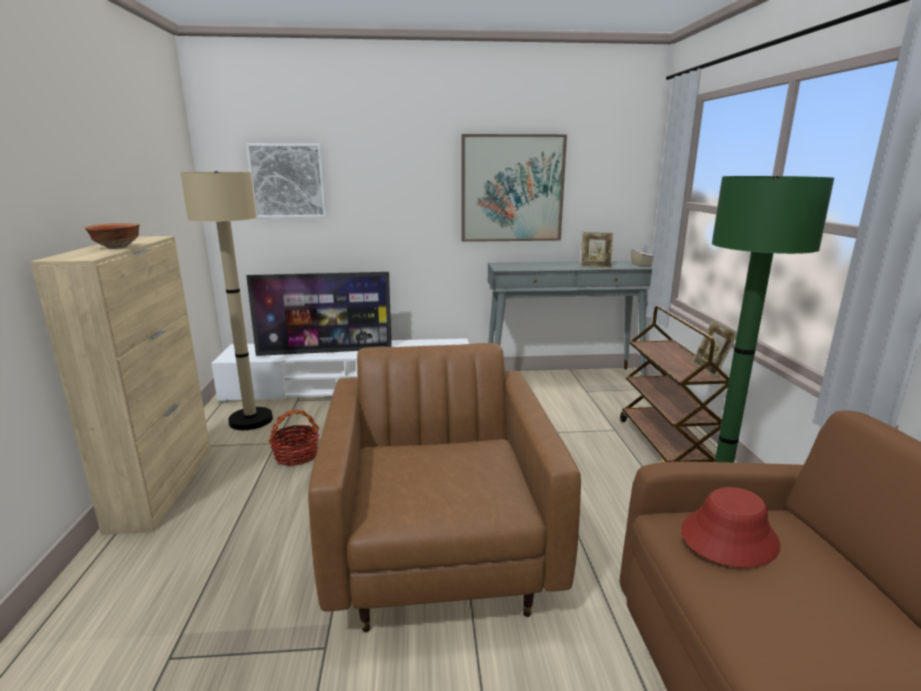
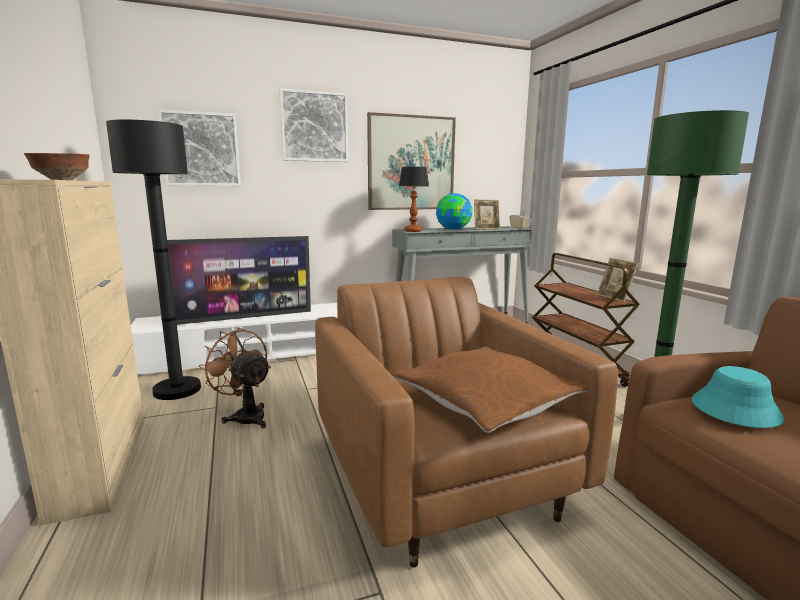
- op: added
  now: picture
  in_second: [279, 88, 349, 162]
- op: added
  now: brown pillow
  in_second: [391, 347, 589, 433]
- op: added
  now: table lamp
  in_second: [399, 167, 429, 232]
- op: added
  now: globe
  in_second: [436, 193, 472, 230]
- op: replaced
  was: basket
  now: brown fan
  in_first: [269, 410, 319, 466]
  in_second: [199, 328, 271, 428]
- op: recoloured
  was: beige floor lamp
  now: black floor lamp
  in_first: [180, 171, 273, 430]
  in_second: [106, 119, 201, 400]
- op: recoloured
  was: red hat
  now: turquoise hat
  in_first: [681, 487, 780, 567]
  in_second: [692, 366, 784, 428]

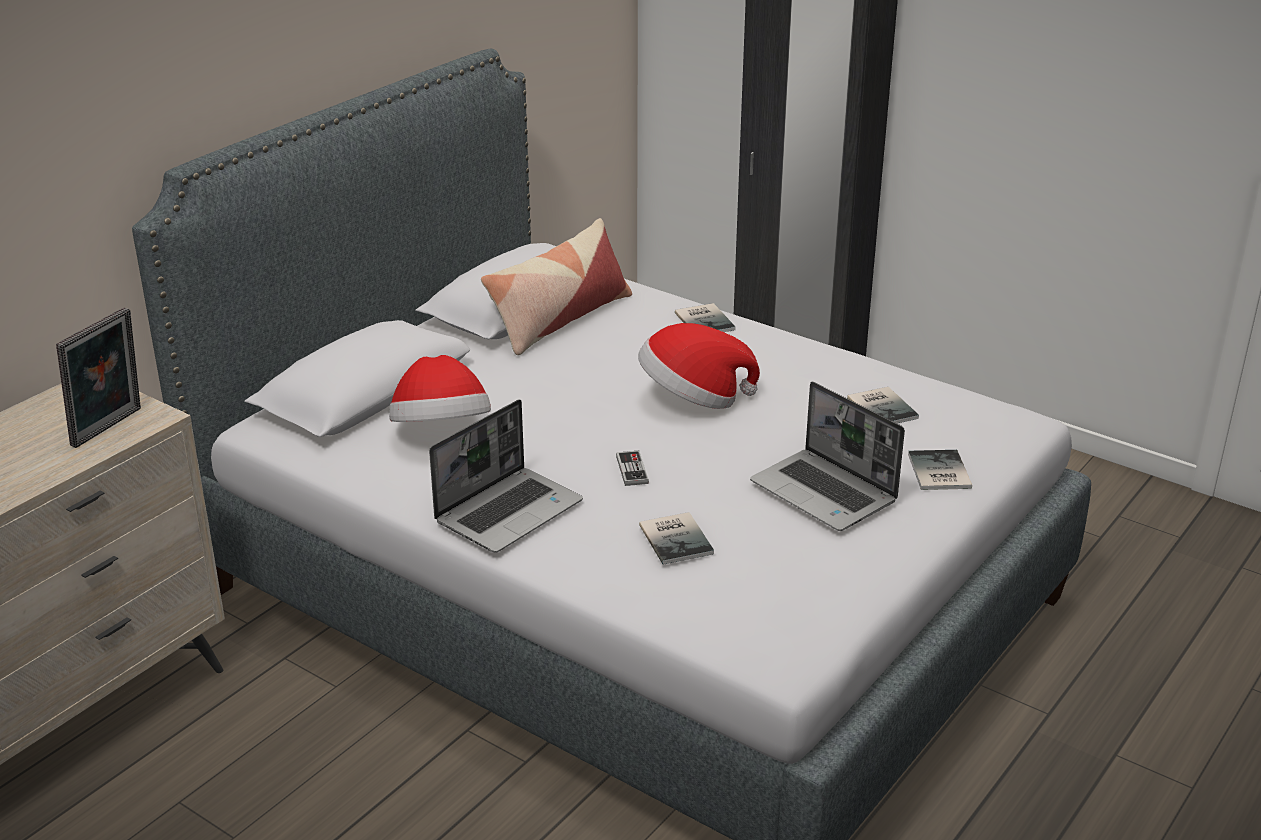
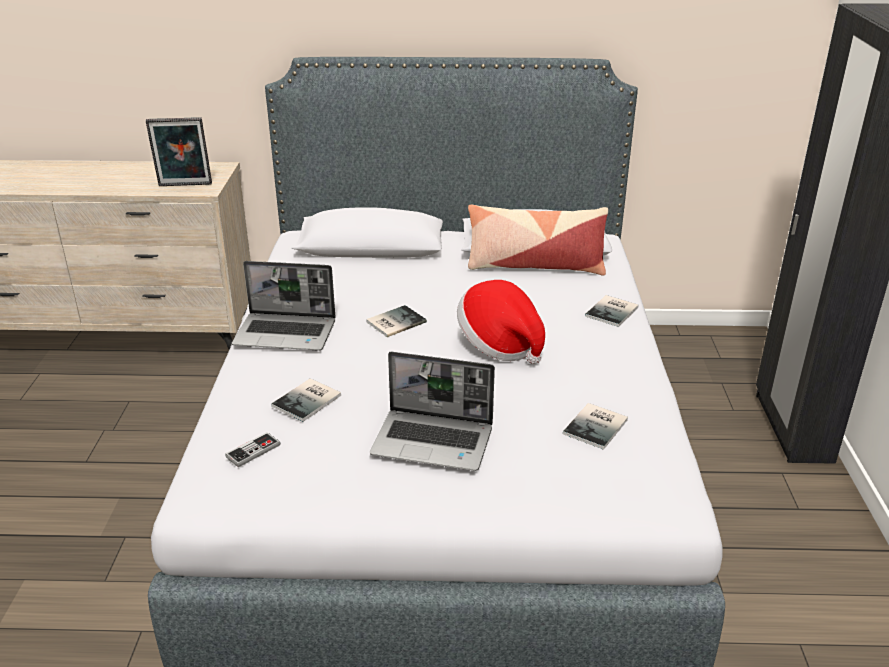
- op: removed
  was: hat
  in_first: [389, 355, 491, 422]
- op: moved
  was: game controller
  in_first: [616, 451, 649, 486]
  in_second: [225, 432, 280, 467]
- op: moved
  was: book
  in_first: [908, 450, 972, 490]
  in_second: [366, 305, 427, 337]
- op: turned
  was: laptop
  in_first: [750, 382, 905, 531]
  in_second: [370, 352, 495, 471]
  clockwise: -90

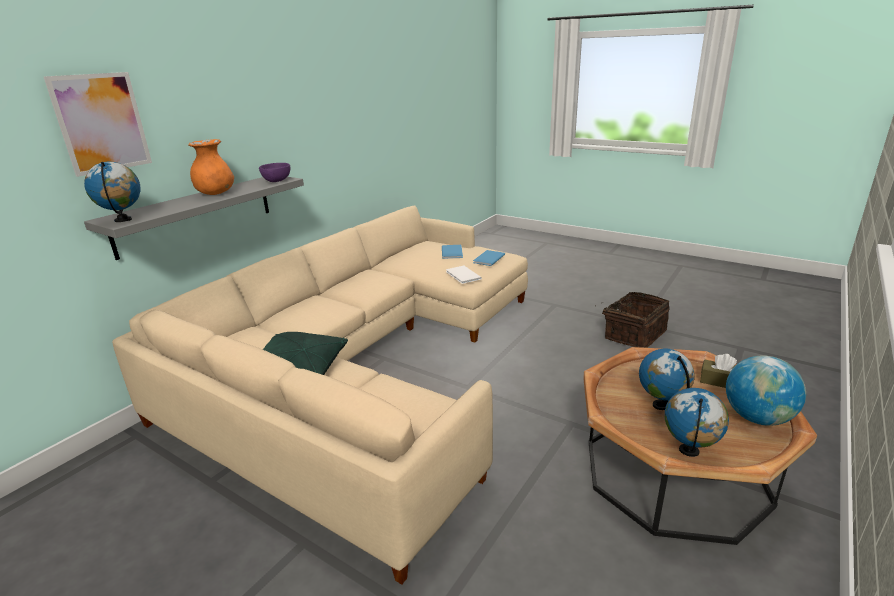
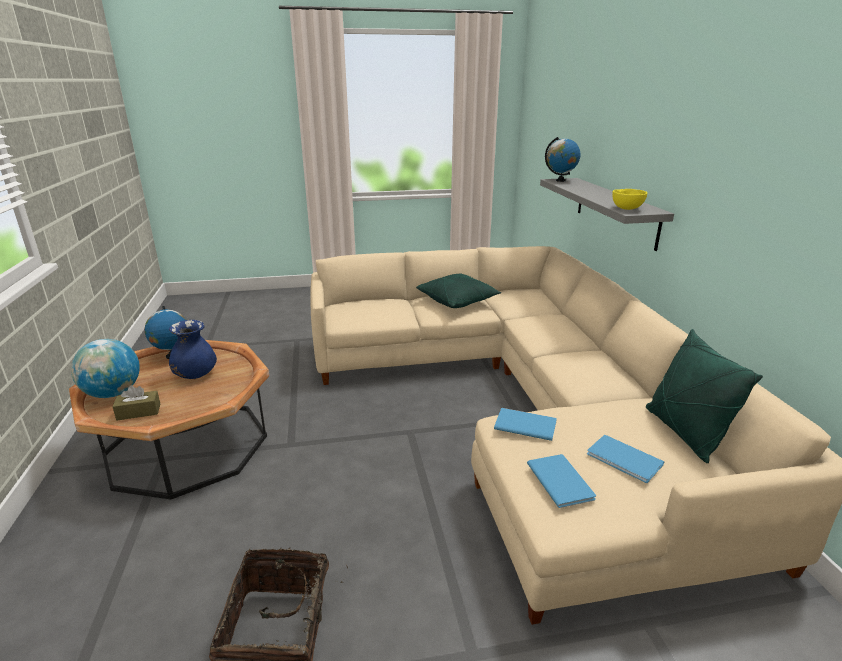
- op: removed
  was: picture
  in_first: [44, 72, 152, 177]
- op: removed
  was: orange vase
  in_first: [188, 139, 234, 195]
- op: added
  now: green pillow
  in_second: [646, 329, 763, 463]
- op: replaced
  was: globe
  now: blue vase
  in_first: [639, 349, 695, 410]
  in_second: [169, 320, 217, 379]
- op: recoloured
  was: purple bowl
  now: yellow bowl
  in_first: [259, 163, 290, 182]
  in_second: [612, 189, 647, 210]
- op: recoloured
  was: white book
  now: blue book
  in_first: [446, 266, 482, 284]
  in_second: [494, 408, 557, 441]

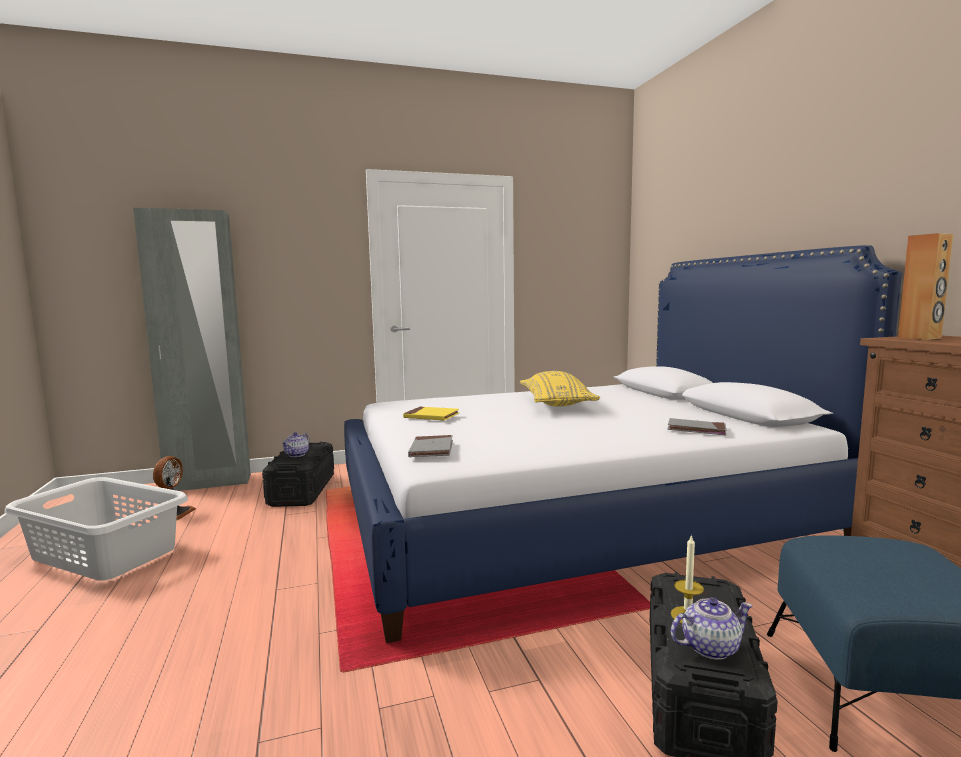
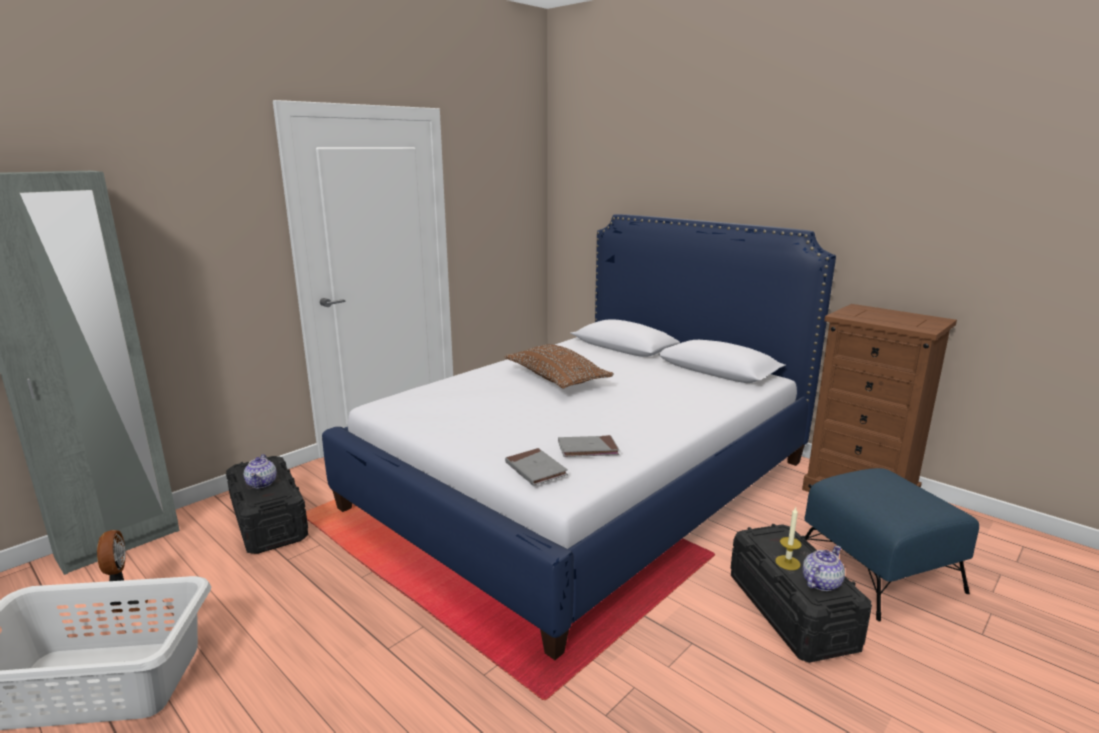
- op: removed
  was: yellow book
  in_first: [403, 406, 459, 421]
- op: removed
  was: brown speaker
  in_first: [898, 233, 953, 340]
- op: moved
  was: grey book
  in_first: [667, 418, 727, 436]
  in_second: [558, 435, 619, 457]
- op: recoloured
  was: yellow pillow
  now: brown pillow
  in_first: [520, 371, 600, 406]
  in_second: [505, 344, 614, 389]

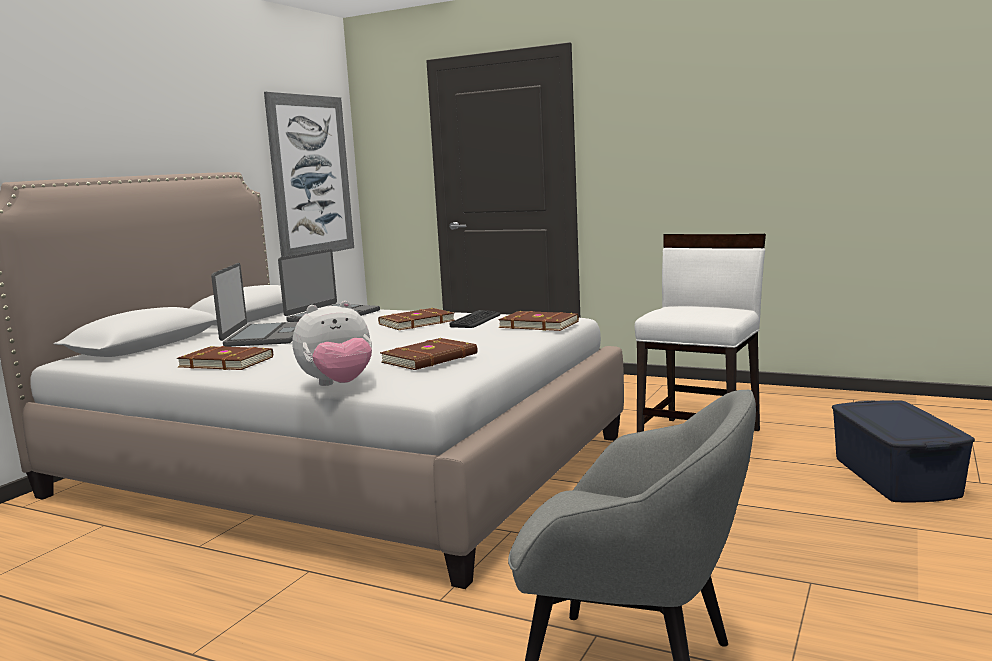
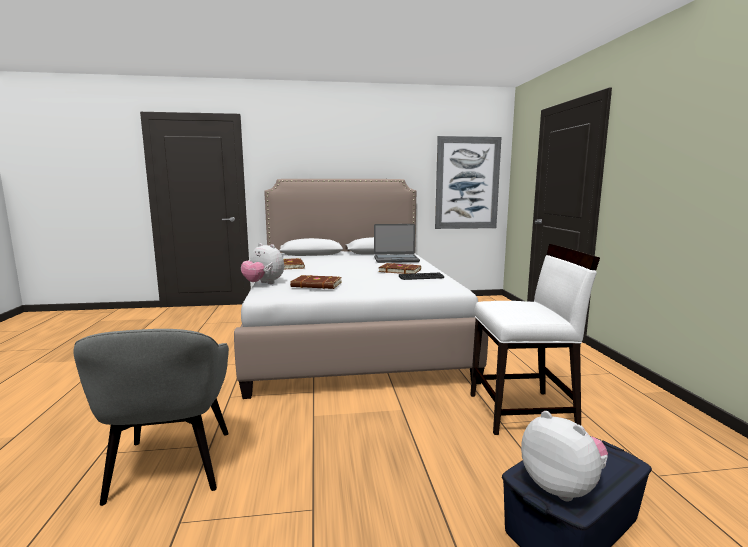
- op: removed
  was: laptop
  in_first: [211, 263, 298, 347]
- op: removed
  was: brown book
  in_first: [498, 311, 579, 331]
- op: added
  now: plush toy
  in_second: [521, 411, 608, 501]

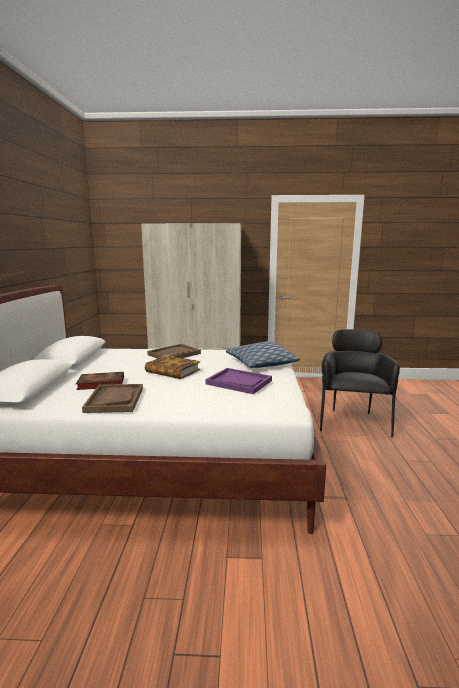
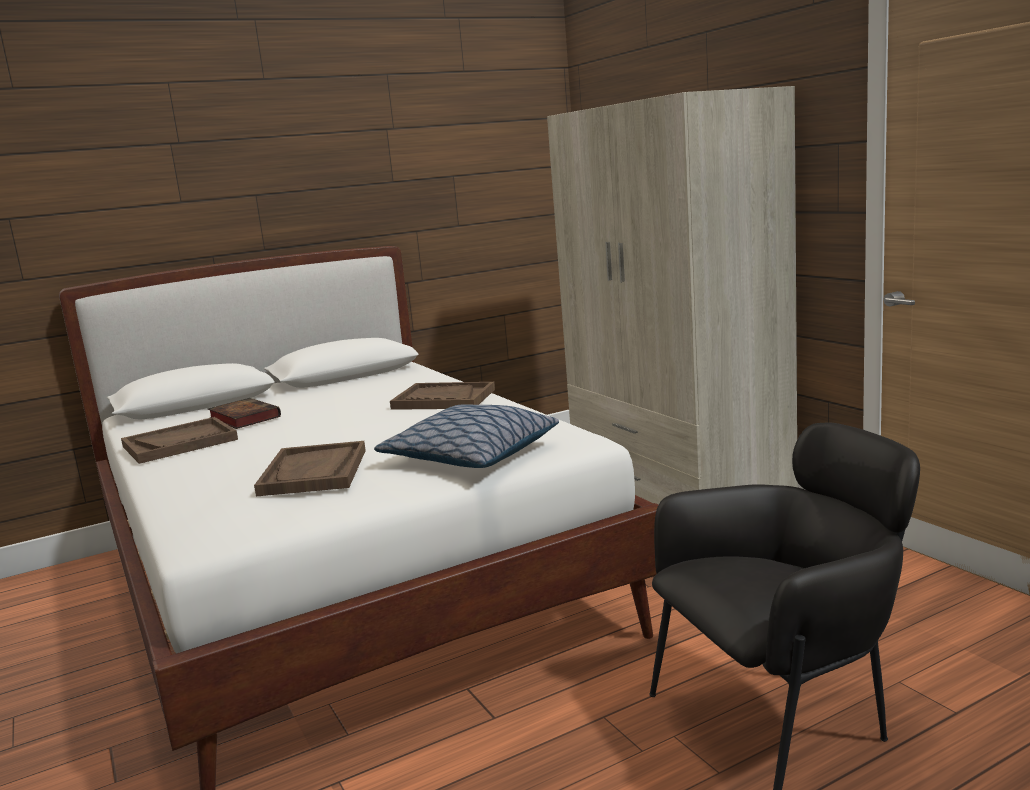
- op: removed
  was: book
  in_first: [145, 355, 200, 379]
- op: recoloured
  was: purple tray
  now: brown tray
  in_first: [206, 368, 272, 394]
  in_second: [254, 441, 366, 497]

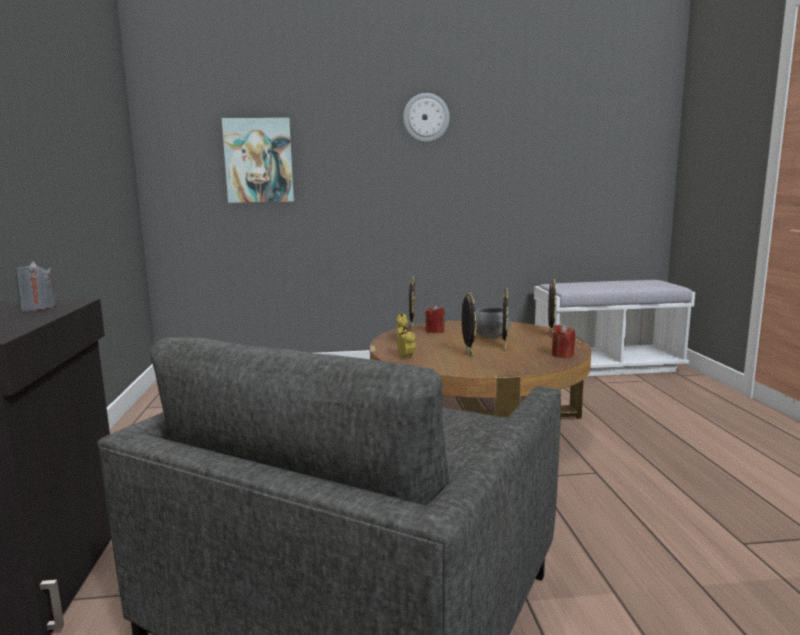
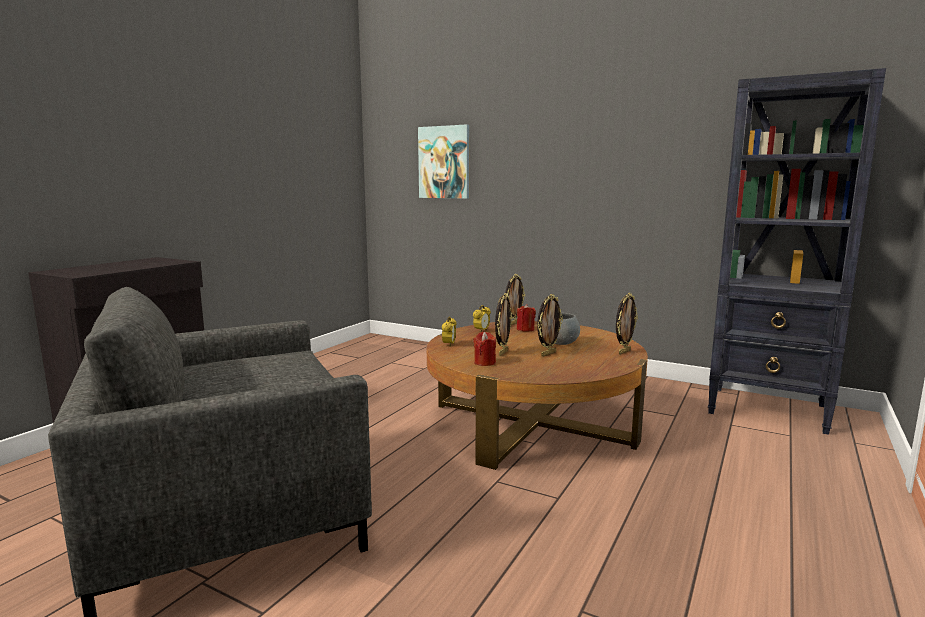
- op: removed
  was: grey candle
  in_first: [14, 261, 56, 311]
- op: removed
  was: wall clock
  in_first: [403, 93, 450, 142]
- op: moved
  was: red candle
  in_first: [552, 324, 575, 358]
  in_second: [474, 332, 496, 366]
- op: replaced
  was: white bench
  now: black bookcase
  in_first: [534, 280, 695, 376]
  in_second: [708, 68, 886, 435]

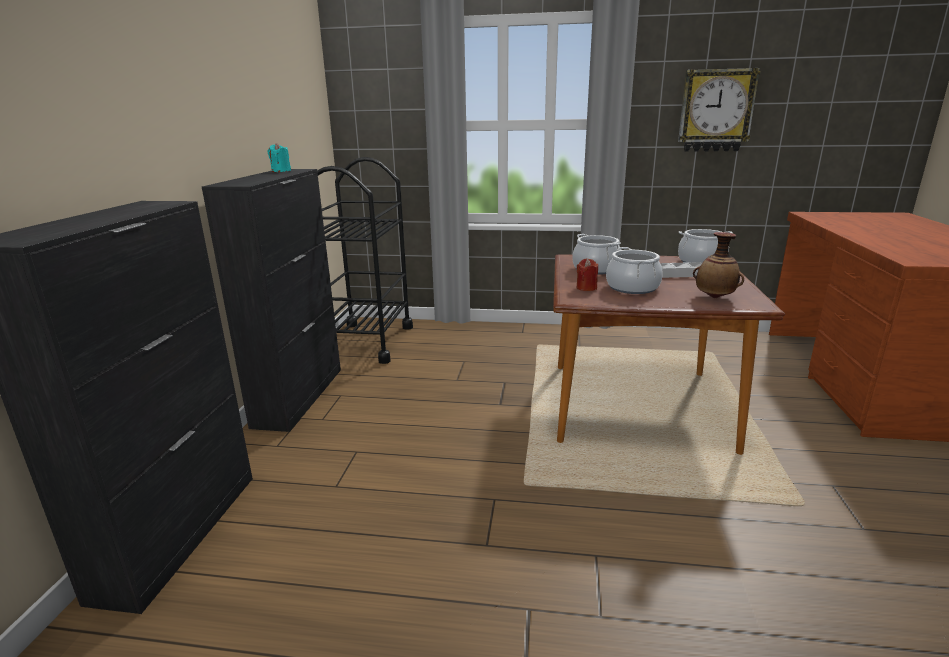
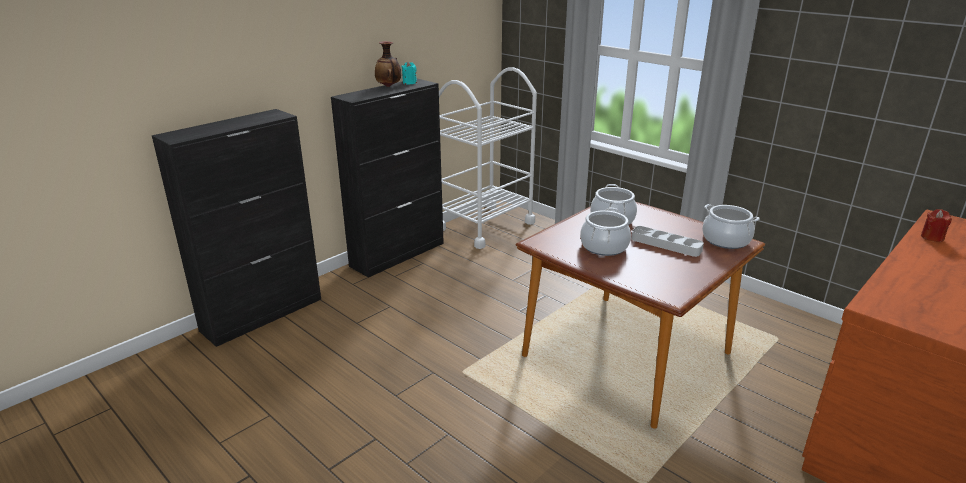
- op: removed
  was: wall clock
  in_first: [678, 68, 761, 152]
- op: moved
  was: red candle
  in_first: [577, 258, 598, 291]
  in_second: [921, 209, 952, 242]
- op: moved
  was: vase
  in_first: [693, 232, 744, 298]
  in_second: [375, 41, 401, 87]
- op: recoloured
  was: black cart
  now: white cart
  in_first: [317, 157, 413, 364]
  in_second: [439, 67, 537, 249]

